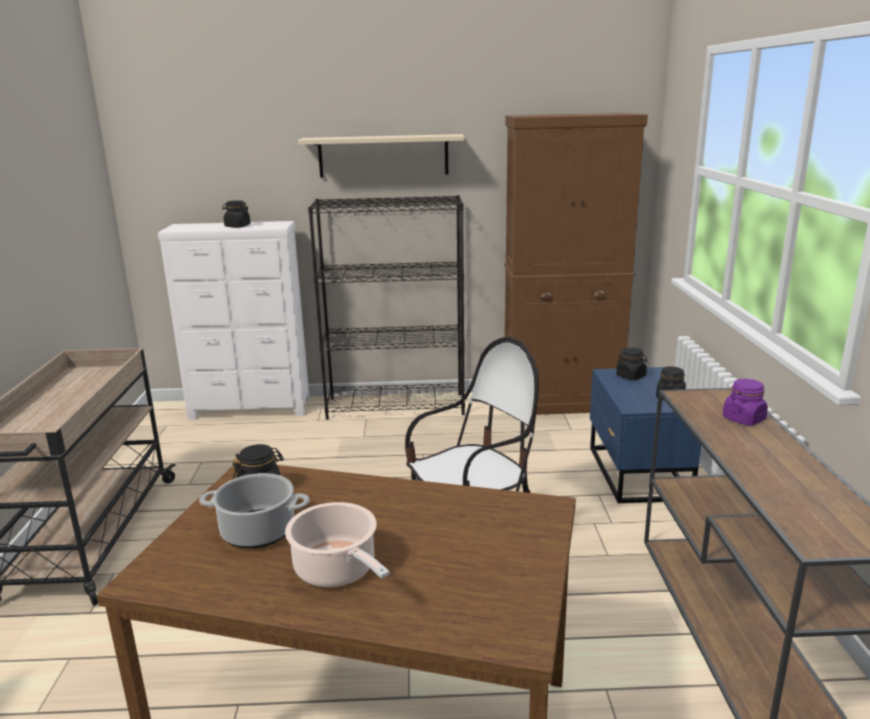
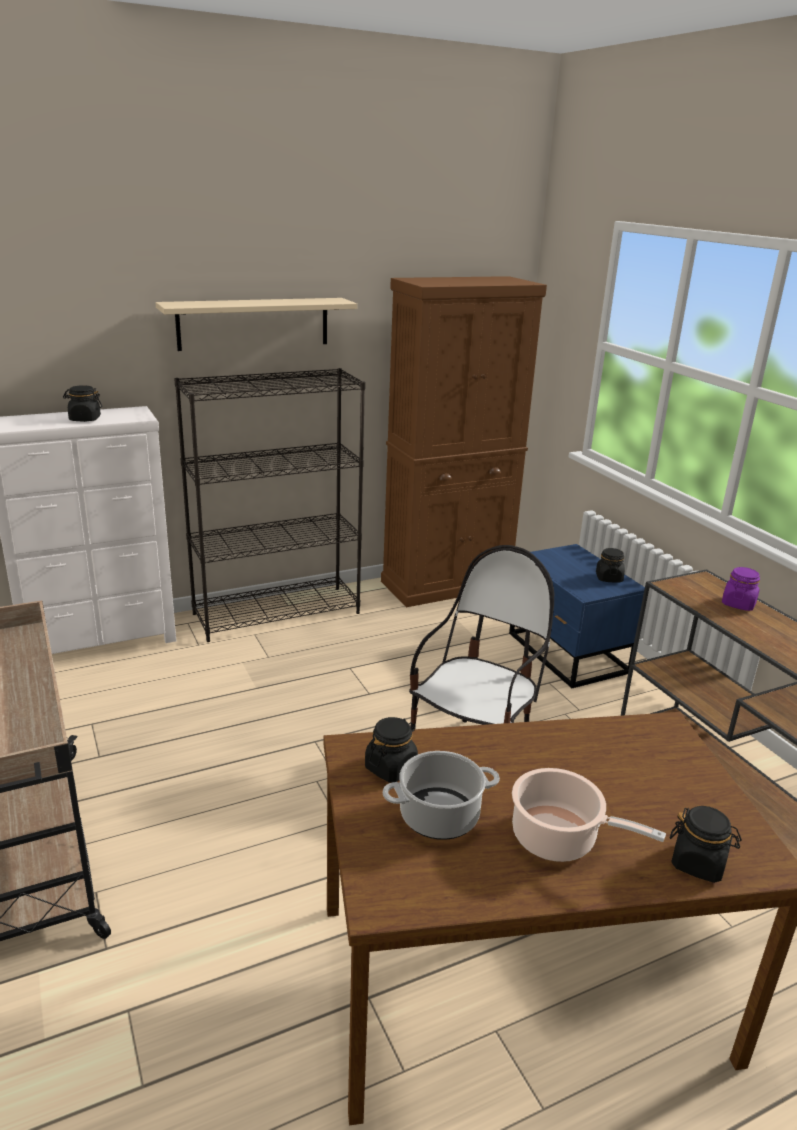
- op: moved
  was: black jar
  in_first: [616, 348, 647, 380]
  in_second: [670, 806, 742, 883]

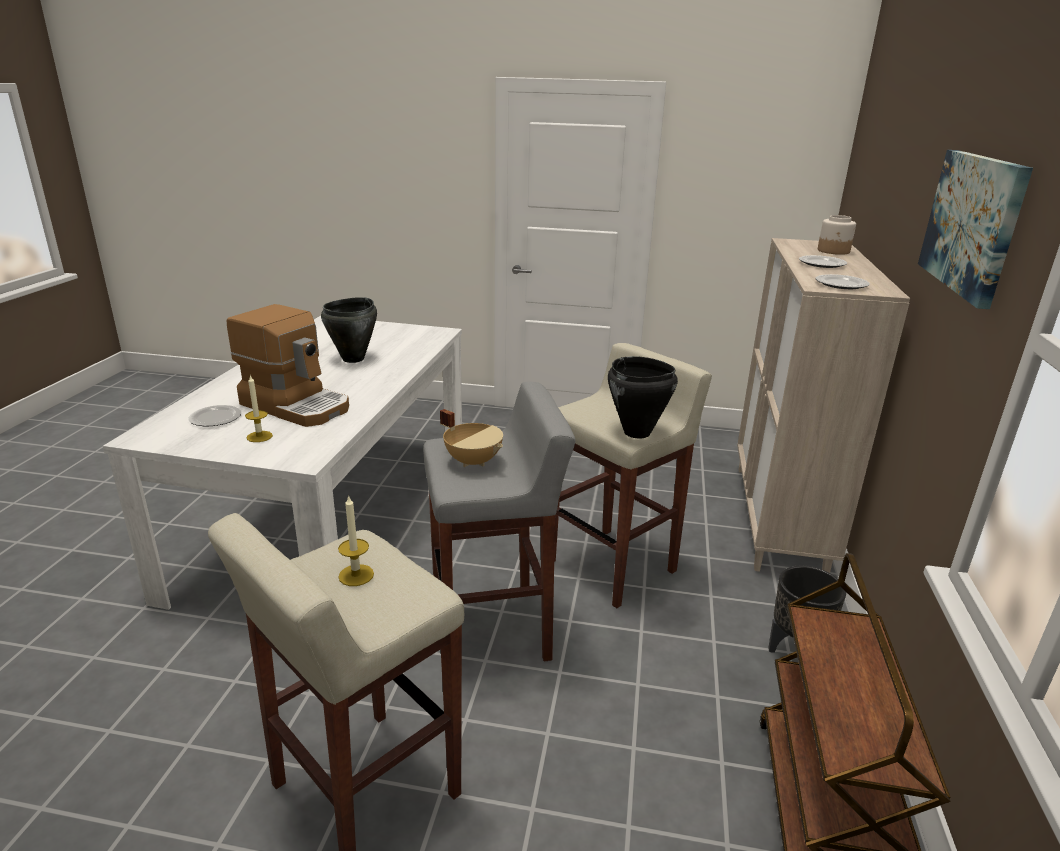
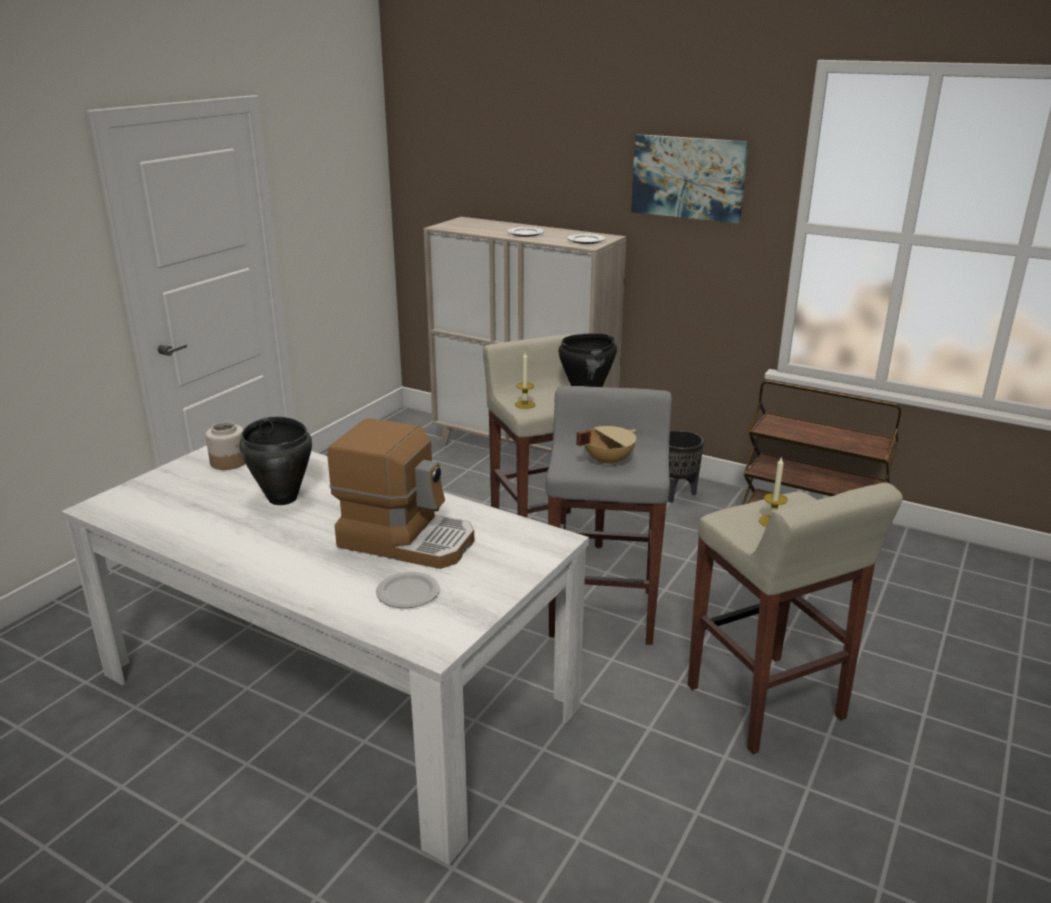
- op: moved
  was: candle
  in_first: [245, 375, 273, 442]
  in_second: [515, 353, 535, 409]
- op: moved
  was: jar
  in_first: [818, 215, 856, 255]
  in_second: [205, 422, 246, 470]
- op: turned
  was: coffee machine
  in_first: [227, 304, 349, 427]
  in_second: [327, 418, 474, 569]
  clockwise: 60

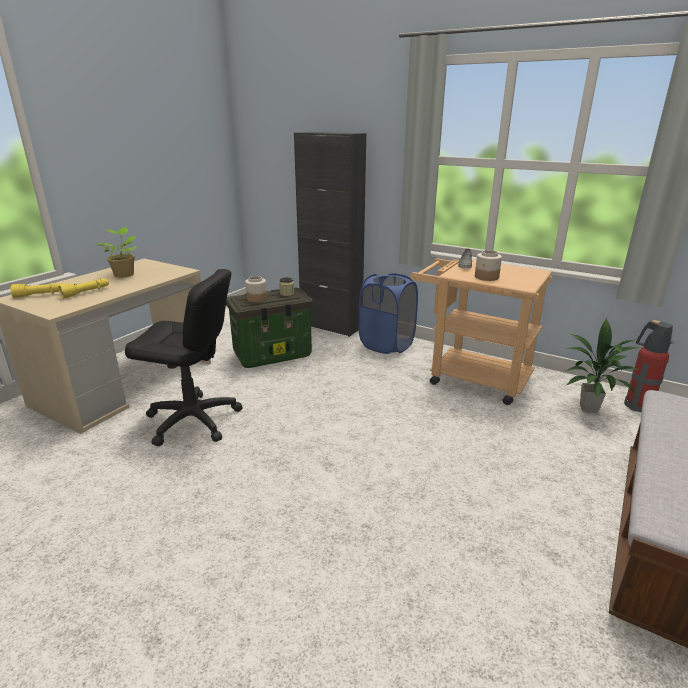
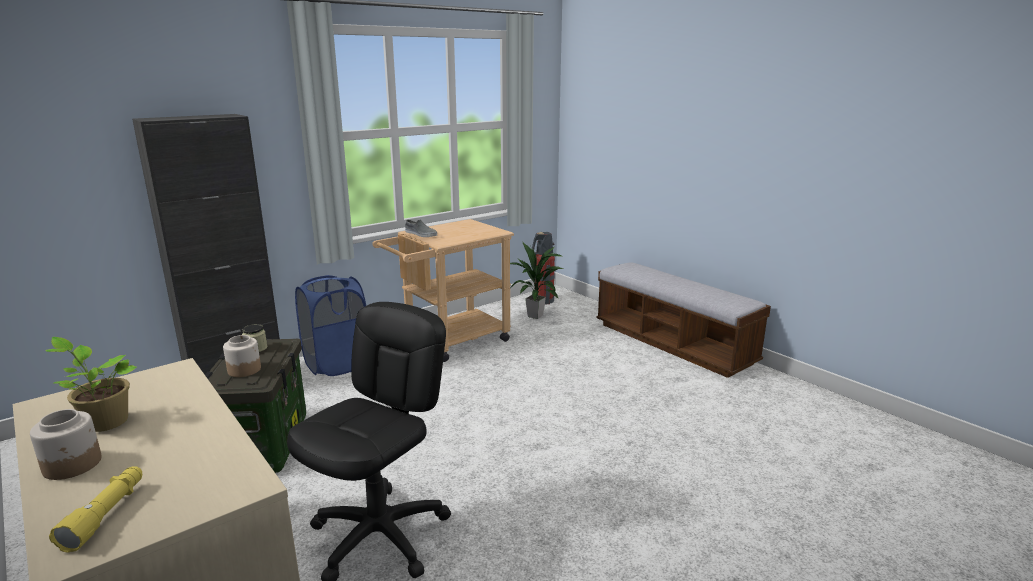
- op: removed
  was: yellow flashlight
  in_first: [58, 279, 109, 298]
- op: moved
  was: jar
  in_first: [475, 250, 502, 281]
  in_second: [30, 409, 102, 480]

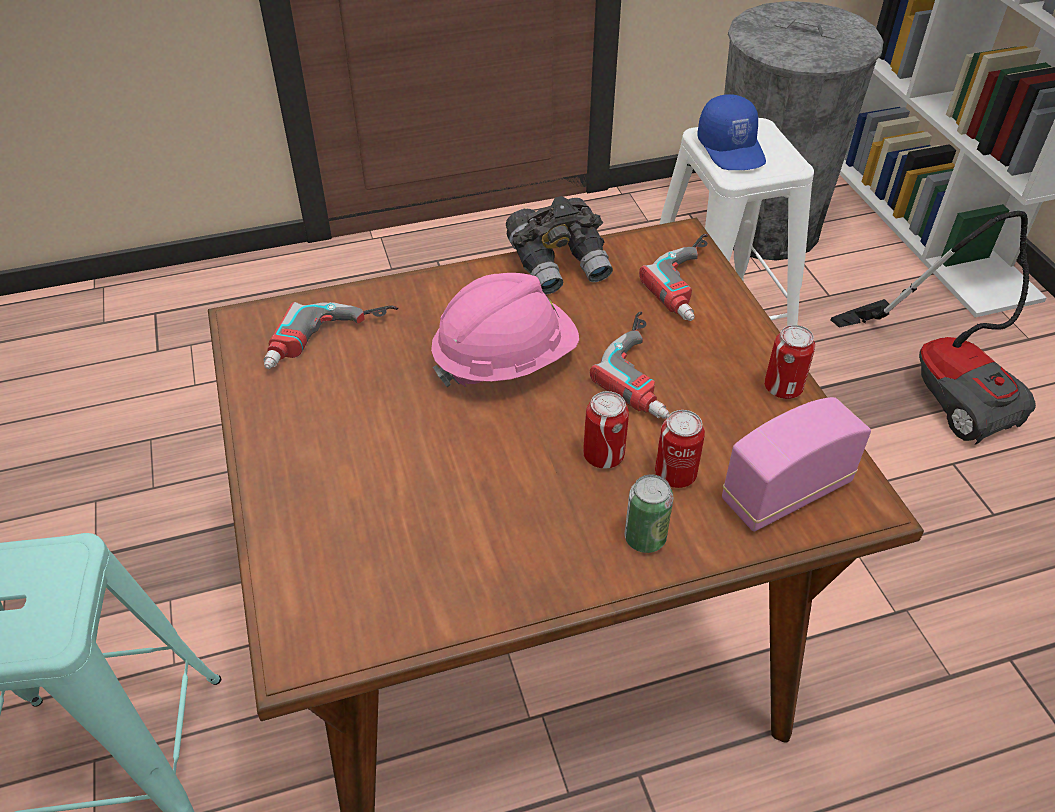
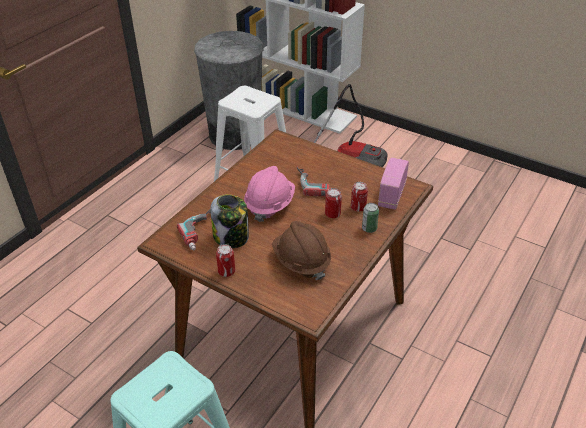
- op: removed
  was: grey binoculars
  in_first: [506, 196, 613, 295]
- op: removed
  was: power drill
  in_first: [639, 234, 708, 321]
- op: removed
  was: blue cap
  in_first: [697, 94, 766, 170]
- op: added
  now: jar
  in_second: [210, 194, 249, 248]
- op: added
  now: brown hard hat
  in_second: [272, 221, 331, 280]
- op: moved
  was: can
  in_first: [765, 325, 815, 399]
  in_second: [216, 244, 235, 277]

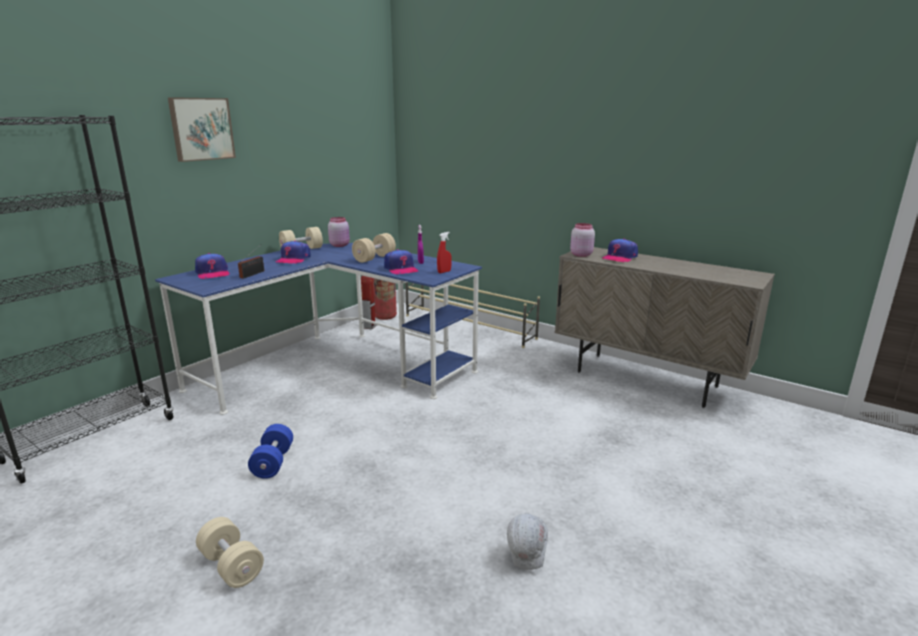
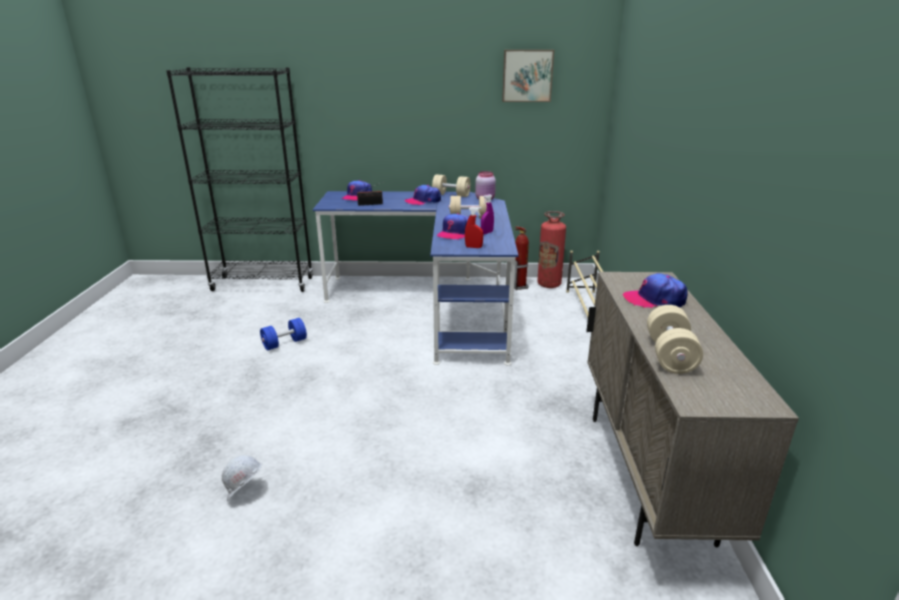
- op: removed
  was: pink jar
  in_first: [570, 223, 595, 257]
- op: moved
  was: picture
  in_first: [168, 97, 236, 162]
  in_second: [502, 50, 554, 102]
- op: moved
  was: beige dumbbell
  in_first: [196, 517, 264, 588]
  in_second: [647, 305, 703, 374]

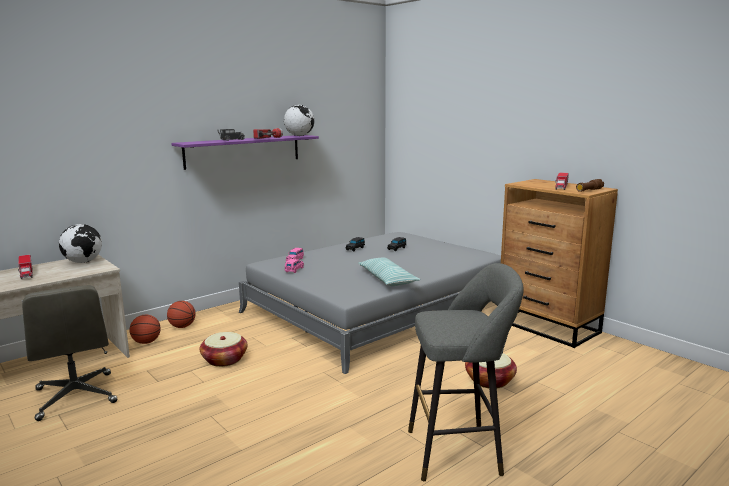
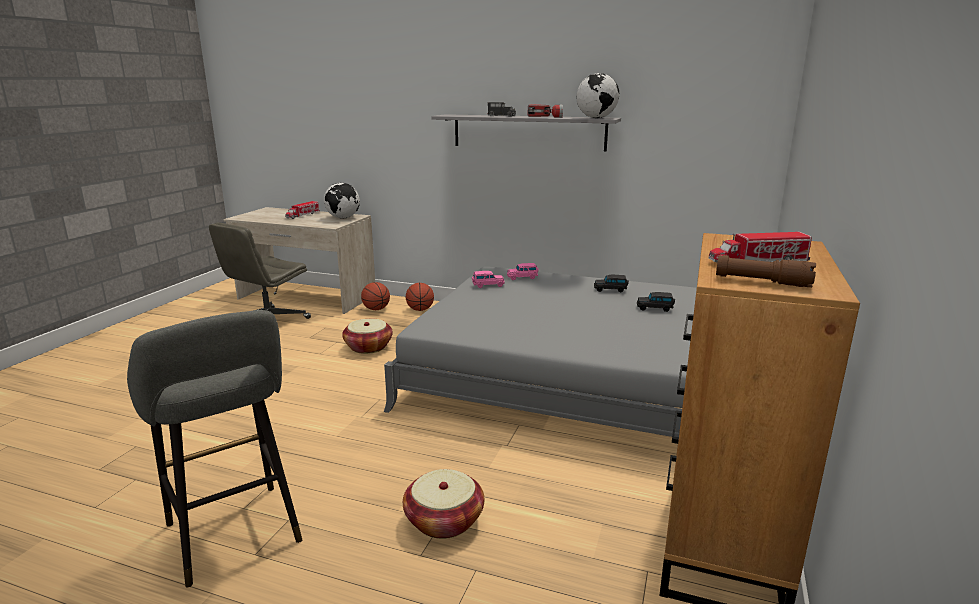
- op: removed
  was: pillow
  in_first: [358, 257, 420, 286]
- op: recoloured
  was: purple shelf
  now: grey shelf
  in_first: [171, 135, 319, 170]
  in_second: [431, 114, 621, 151]

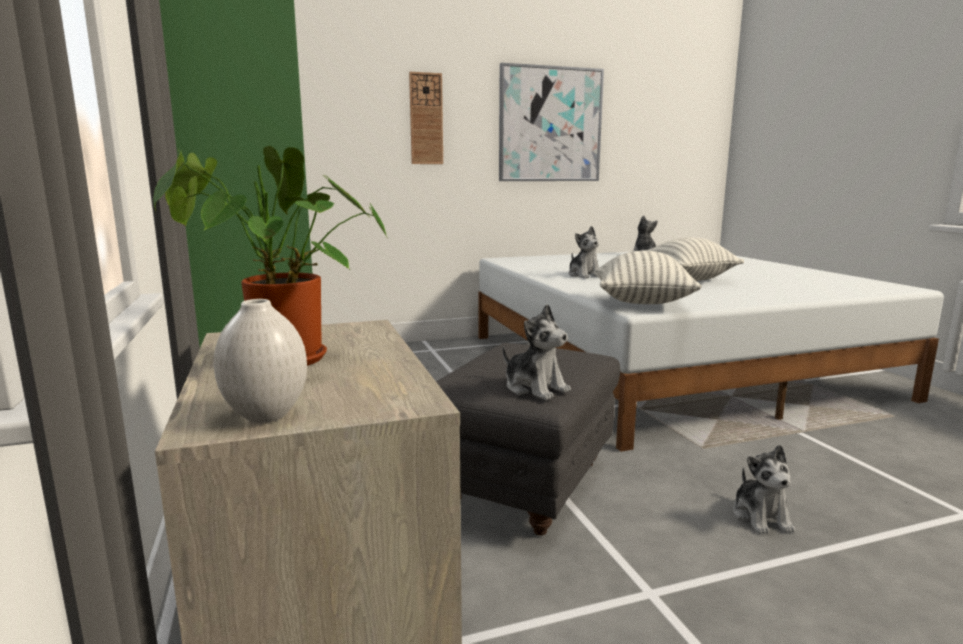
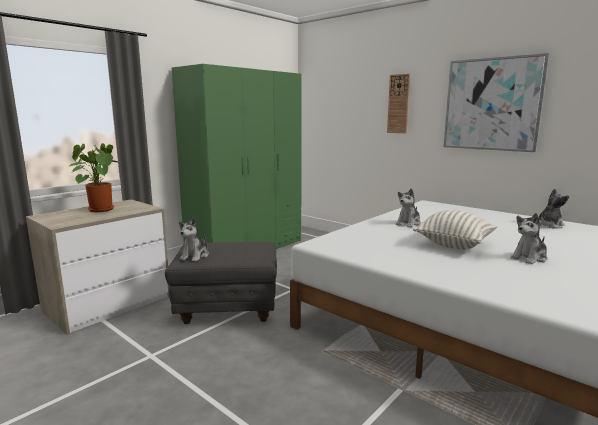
- op: removed
  was: white vase
  in_first: [214, 299, 307, 423]
- op: removed
  was: pillow
  in_first: [594, 251, 702, 304]
- op: moved
  was: plush toy
  in_first: [733, 445, 795, 534]
  in_second: [510, 213, 548, 264]

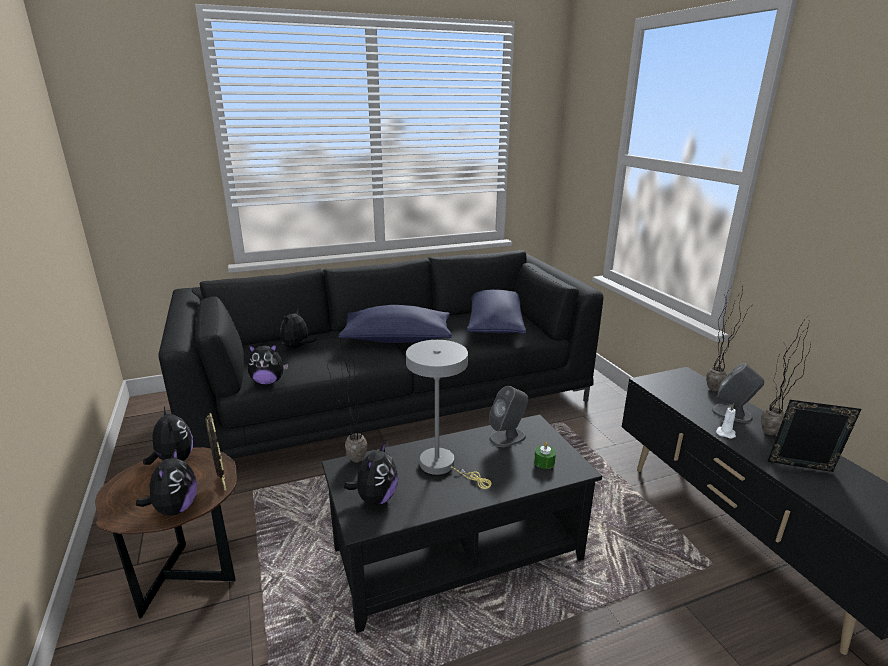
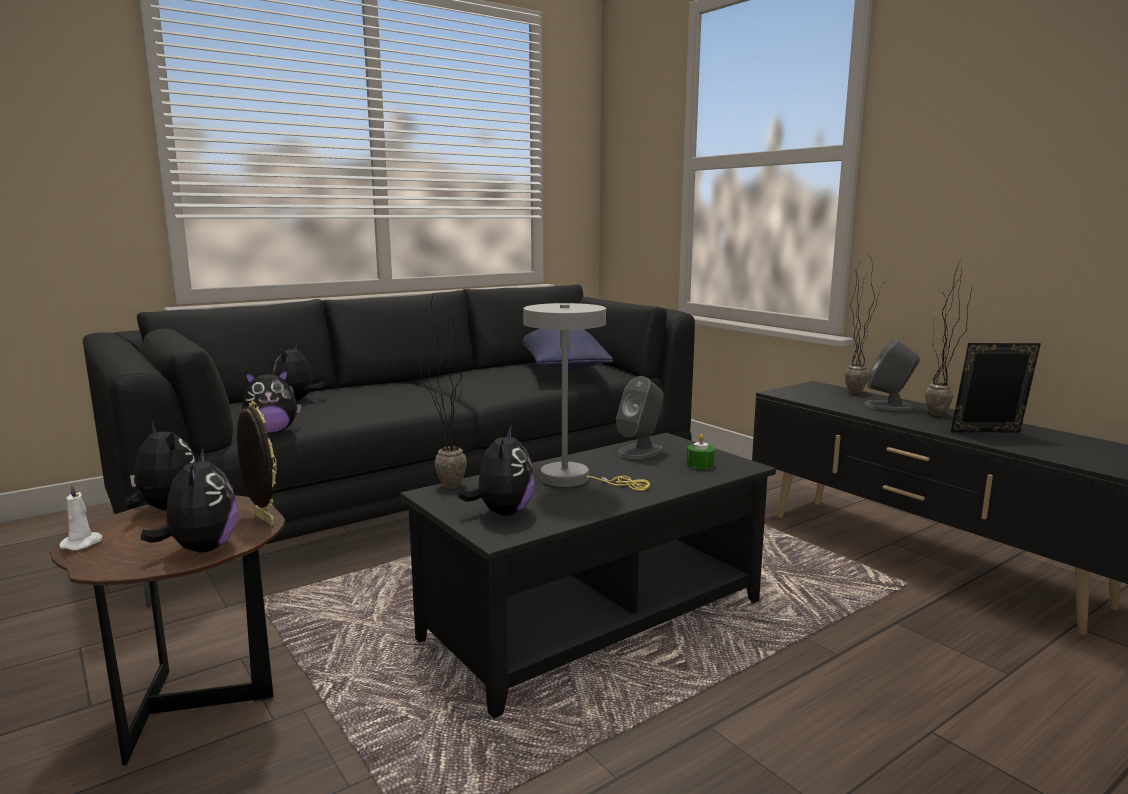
- op: removed
  was: blue pillow
  in_first: [339, 305, 452, 343]
- op: moved
  was: white candle
  in_first: [716, 403, 736, 439]
  in_second: [59, 483, 102, 550]

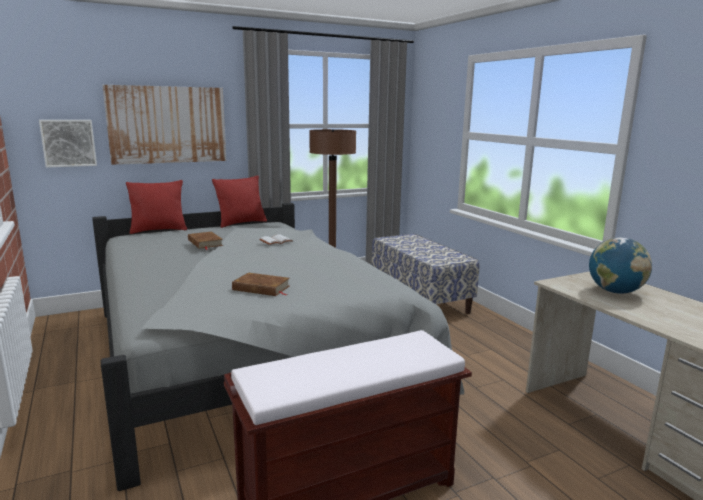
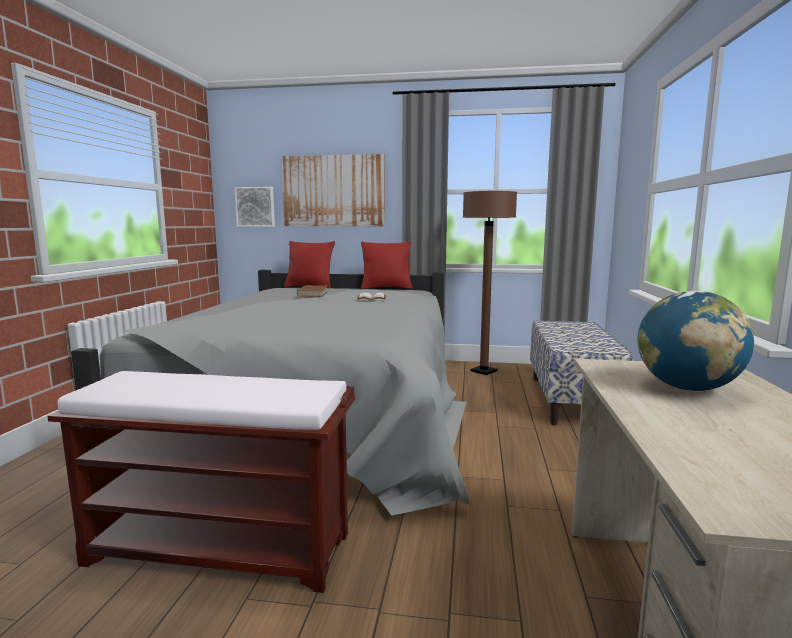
- op: removed
  was: brown book
  in_first: [232, 273, 290, 296]

